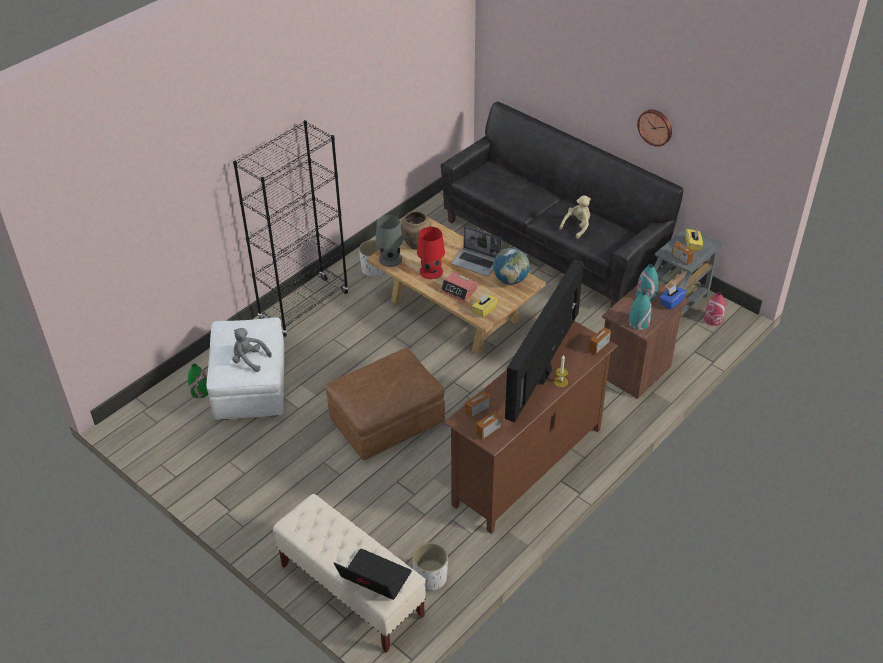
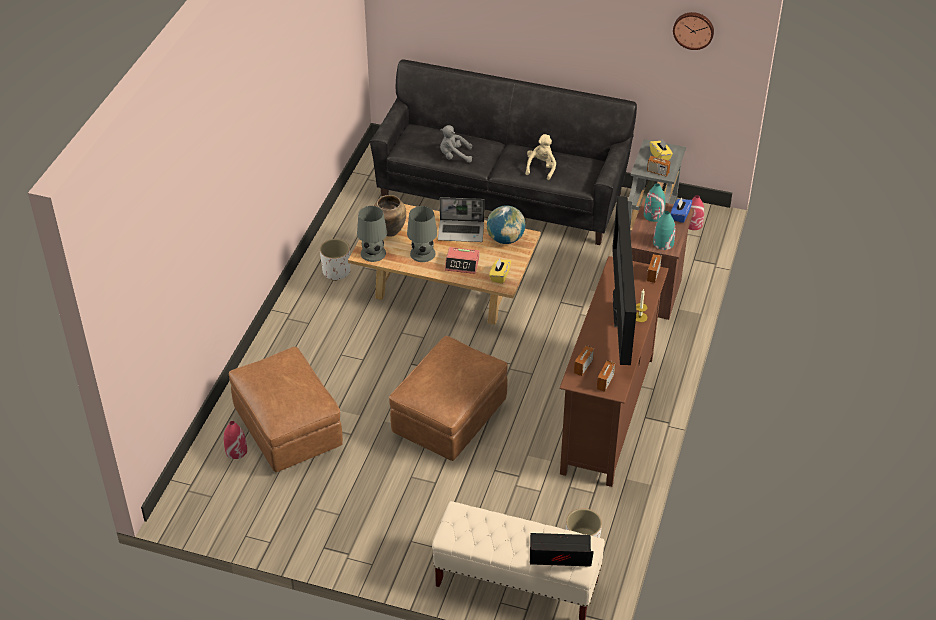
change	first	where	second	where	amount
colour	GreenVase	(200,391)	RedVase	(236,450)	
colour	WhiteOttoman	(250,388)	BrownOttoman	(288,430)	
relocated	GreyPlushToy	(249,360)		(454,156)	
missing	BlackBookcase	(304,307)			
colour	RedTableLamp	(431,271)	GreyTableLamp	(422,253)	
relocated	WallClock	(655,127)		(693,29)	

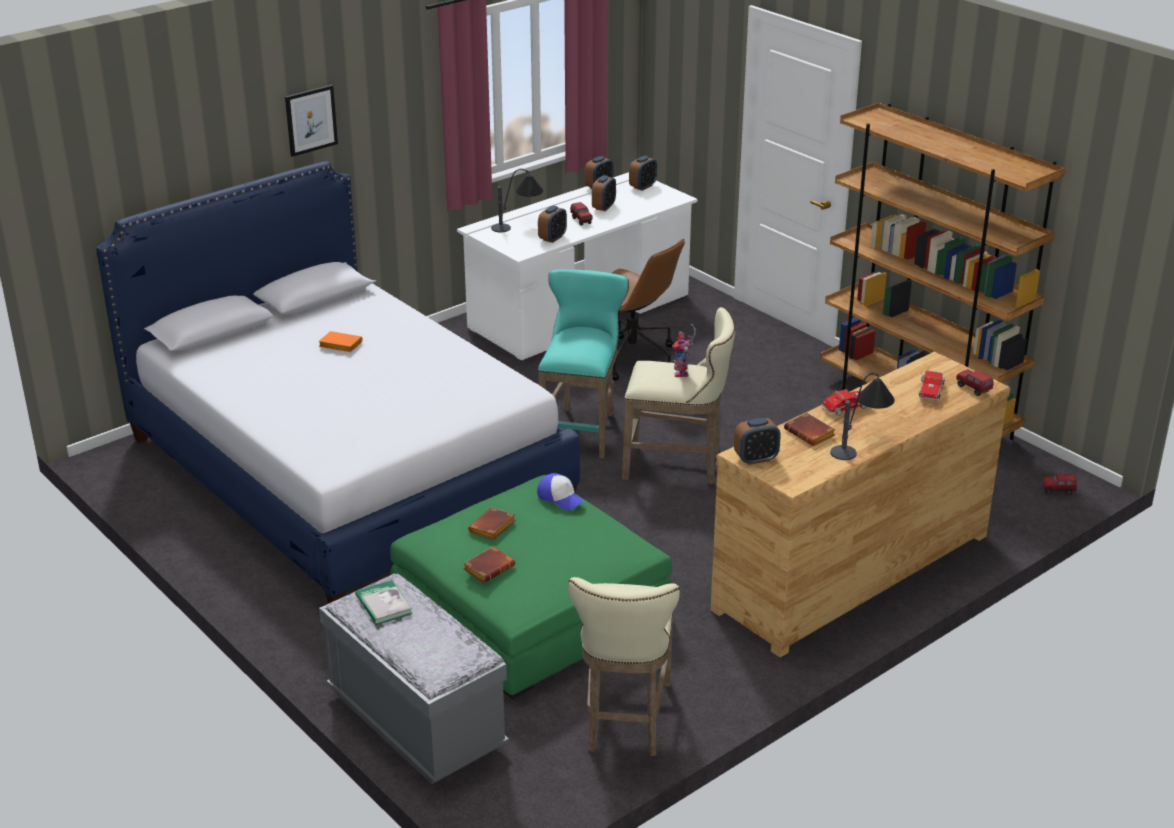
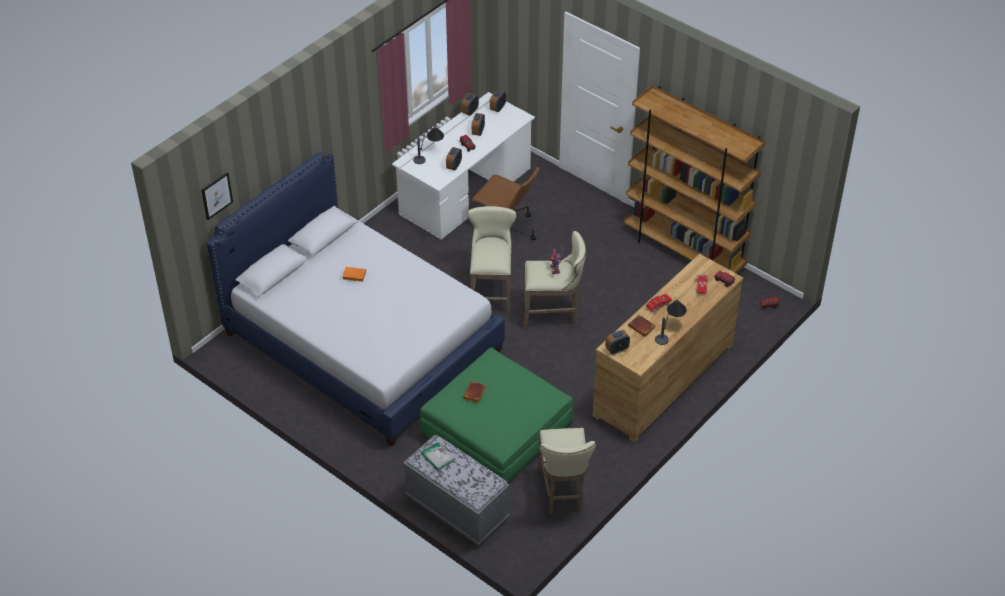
change	first	where	second	where	amount
relocated	Picture	(311,120)		(216,195)	
missing	BrownBook	(489,567)			
missing	Cap	(560,498)			
colour	TurquoiseStool	(582,429)	BeigeStool	(491,292)	

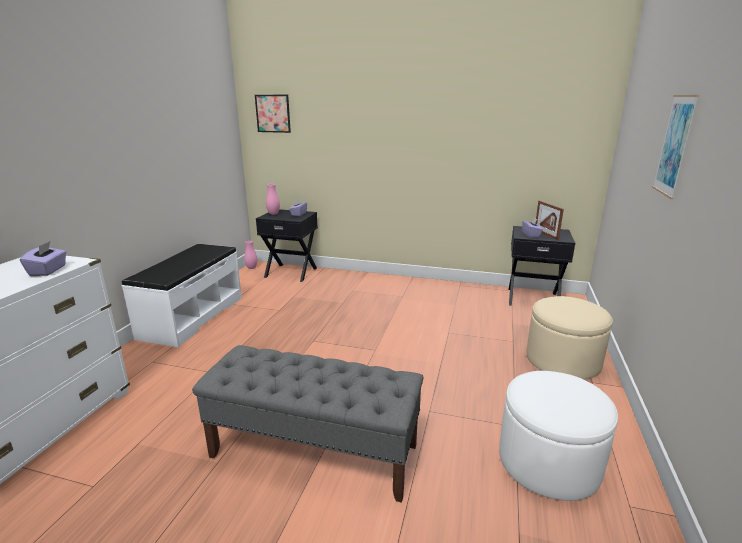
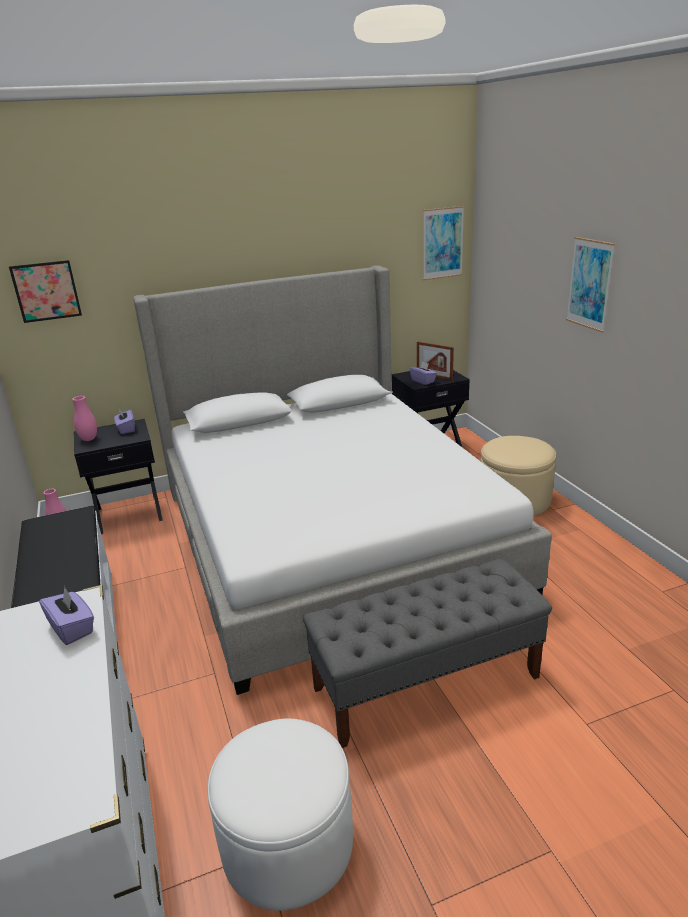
change	first	where	second	where	amount
relocated	WhiteOttoman	(548,461)		(287,842)	
appeared			Bed	(329,537)	
appeared			Picture	(442,243)	

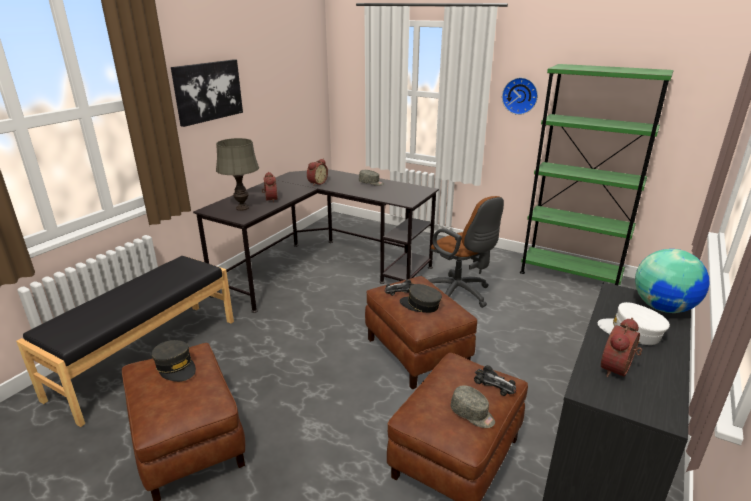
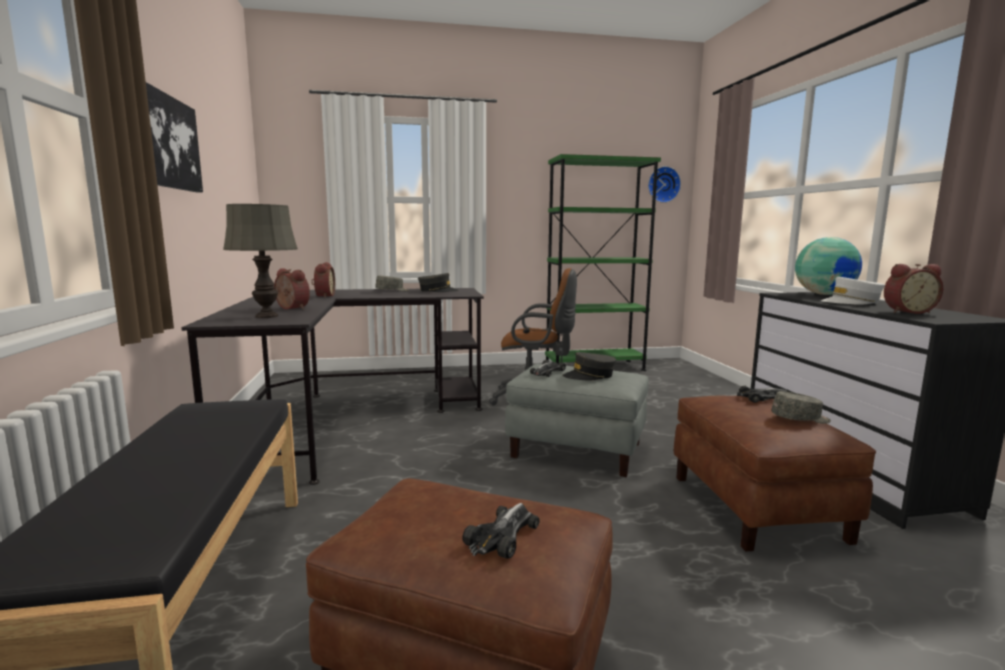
change	first	where	second	where	amount
relocated	GreyCap	(176,367)		(438,291)	
colour	BrownOttoman	(417,352)	GreyOttoman	(577,449)	
relocated	WallClock	(520,95)		(663,184)	
spun	AlarmClock	(618,370)		(907,312)	90 degrees counterclockwise
appeared			ToyCar	(503,536)	

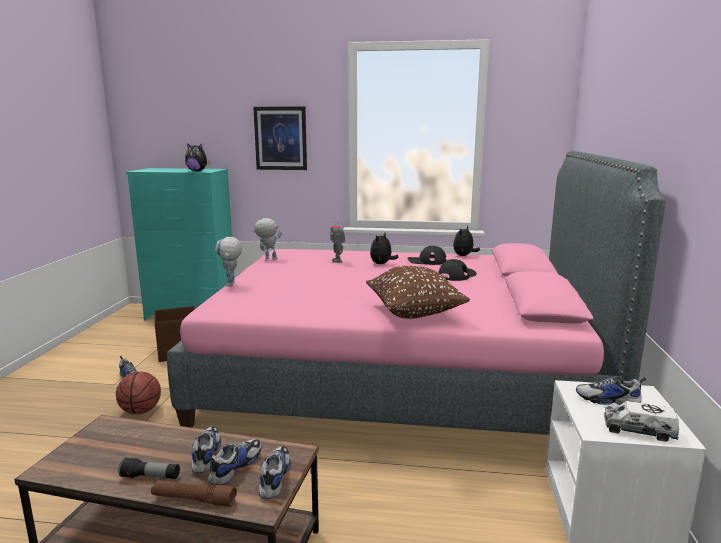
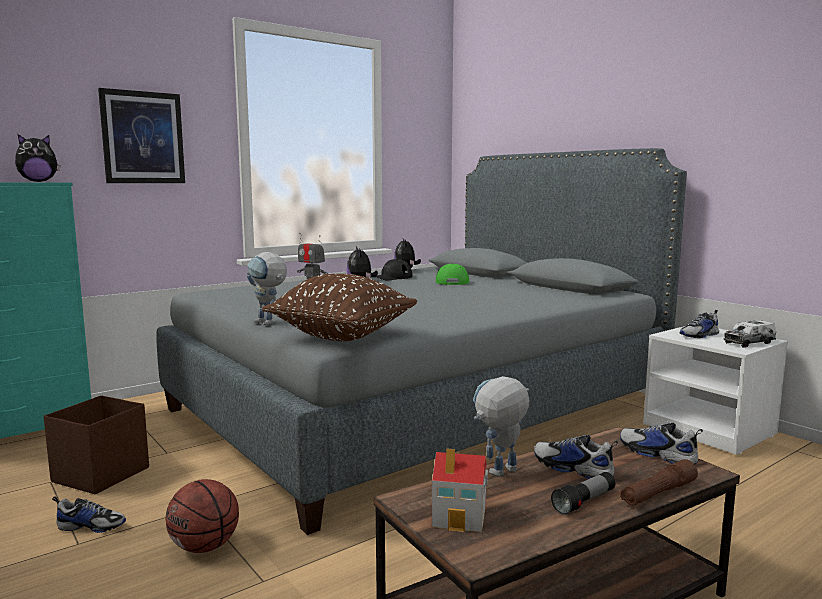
change	first	where	second	where	amount
colour	PinkBed	(400,375)	GreyBed	(419,406)	
missing	Shoe	(235,467)			
relocated	ToyRobot	(267,259)		(499,475)	
relocated	BrownPillow	(414,313)		(342,336)	
colour	BlackCap	(457,275)	GreenCap	(452,281)	
appeared			ToyHouse	(460,516)	

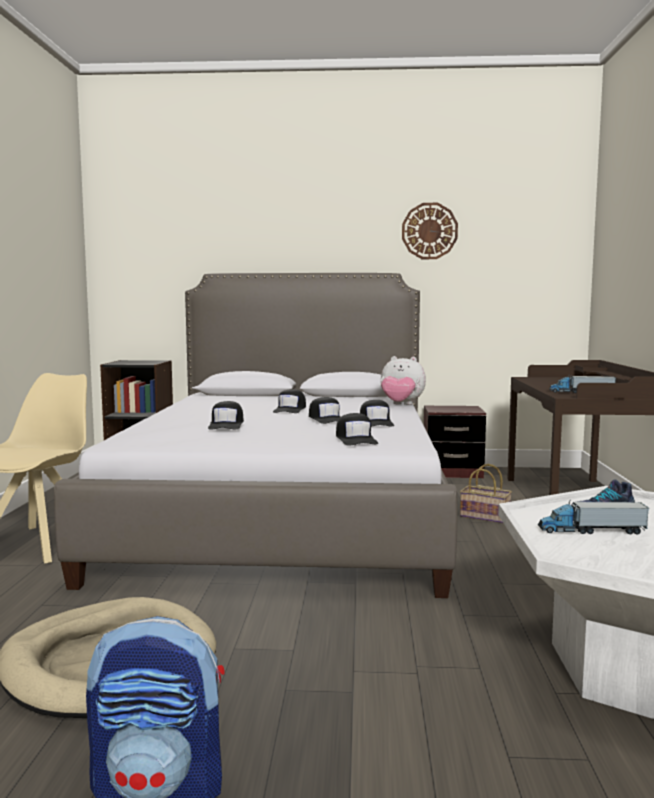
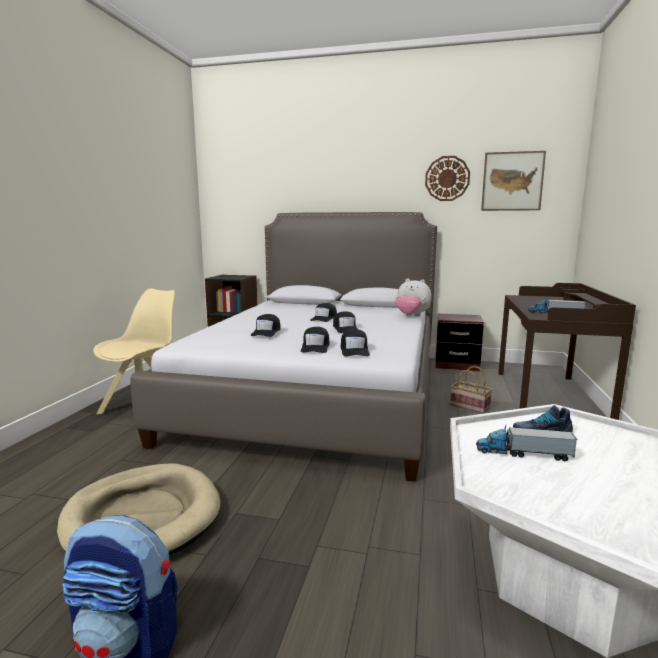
change	first	where	second	where	amount
relocated	BlackCap	(376,422)		(315,347)	
appeared			Picture	(512,181)	

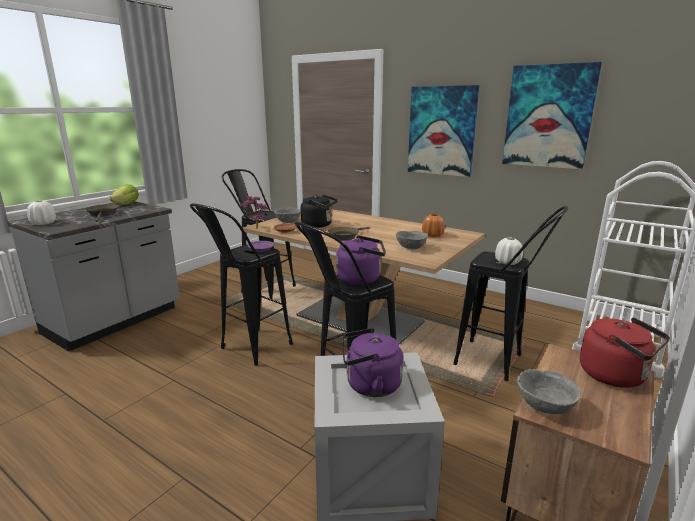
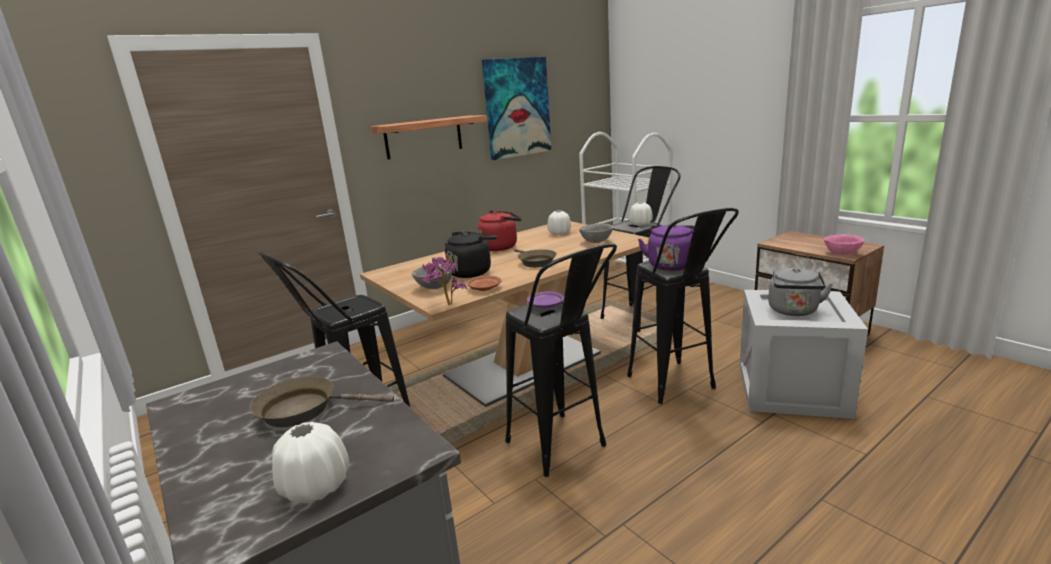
change	first	where	second	where	amount
missing	Lettuce	(127,204)			
colour	PurpleKettle	(370,385)	GreyKettle	(794,311)	
exchanged	Picture	(441,131)	Shelf	(423,137)	
colour	OrangeVase	(432,235)	WhiteVase	(559,233)	
colour	GreyBowl	(544,407)	PinkBowl	(842,254)	
relocated	RedKettle	(616,376)		(501,247)	

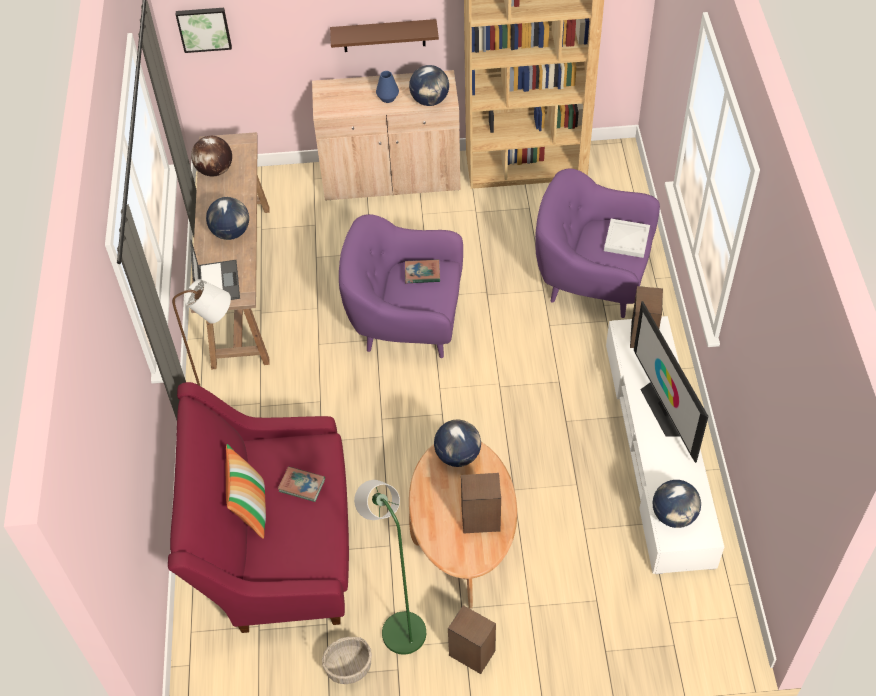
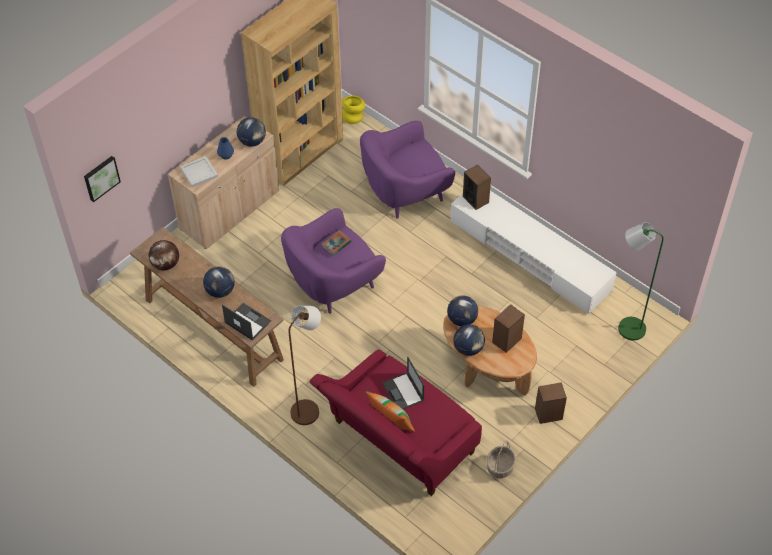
change	first	where	second	where	amount
exchanged	Book	(302,485)	Laptop	(403,392)	
missing	BrownShelf	(384,35)			
relocated	GreenFloorLamp	(399,626)		(626,328)	
relocated	WhiteTray	(627,240)		(200,173)	
missing	Television	(664,409)			
relocated	Globe	(674,516)		(468,349)	
appeared			YellowVase	(353,116)	

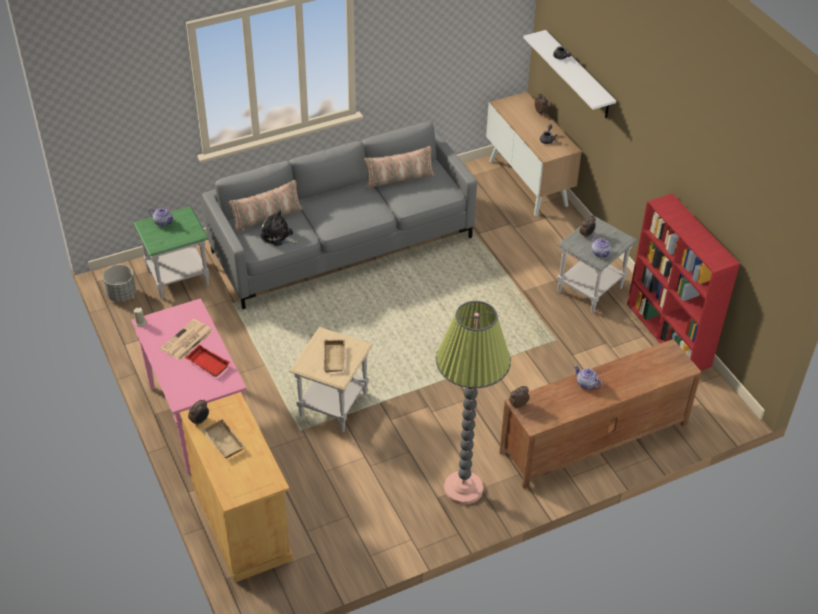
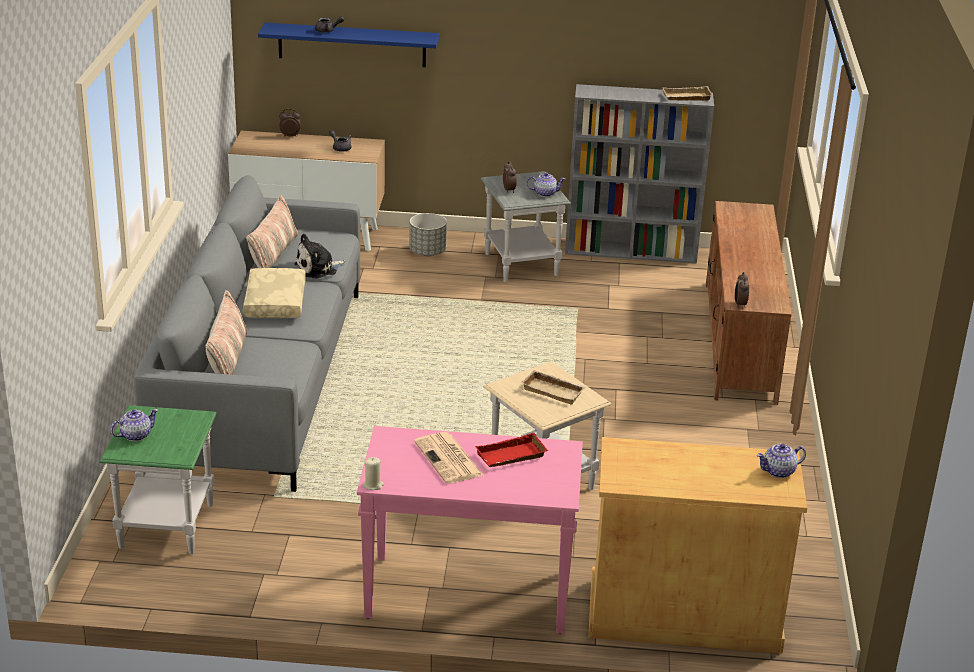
change	first	where	second	where	amount
relocated	GreyPlanter	(122,295)		(427,252)	
missing	AlarmClock	(200,421)			
relocated	BeigeTray	(222,441)		(686,98)	
relocated	PlushToy	(278,236)		(318,268)	
missing	FloorLamp	(463,488)			
colour	WhiteShelf	(578,75)	BlueShelf	(352,45)	
relocated	Teapot	(586,384)		(779,471)	
colour	RedBookcase	(669,335)	GreyBookcase	(632,251)	
appeared			BeigePillow	(273,302)	

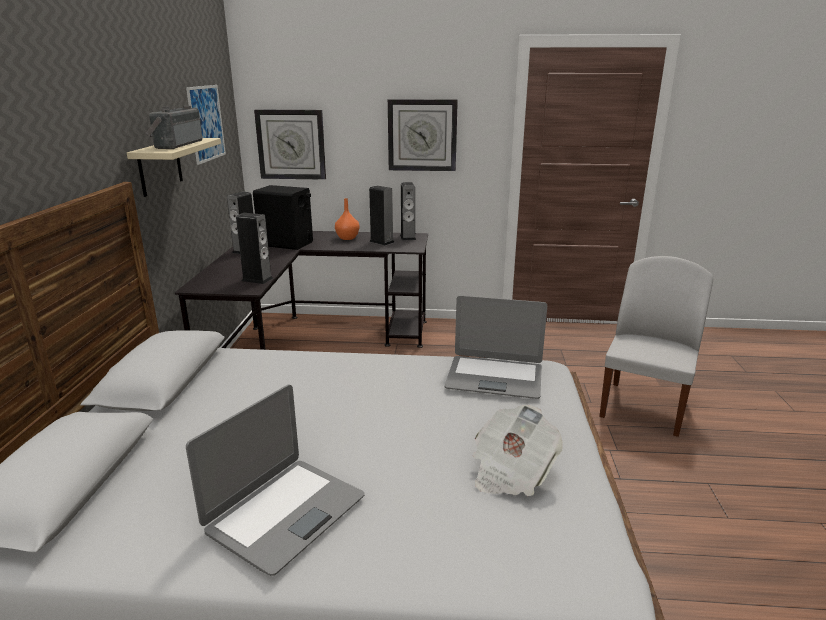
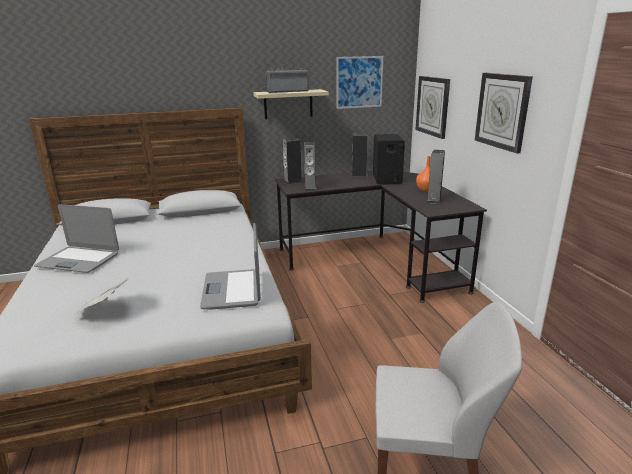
change	first	where	second	where	amount
relocated	Speaker	(408,237)		(293,182)	

